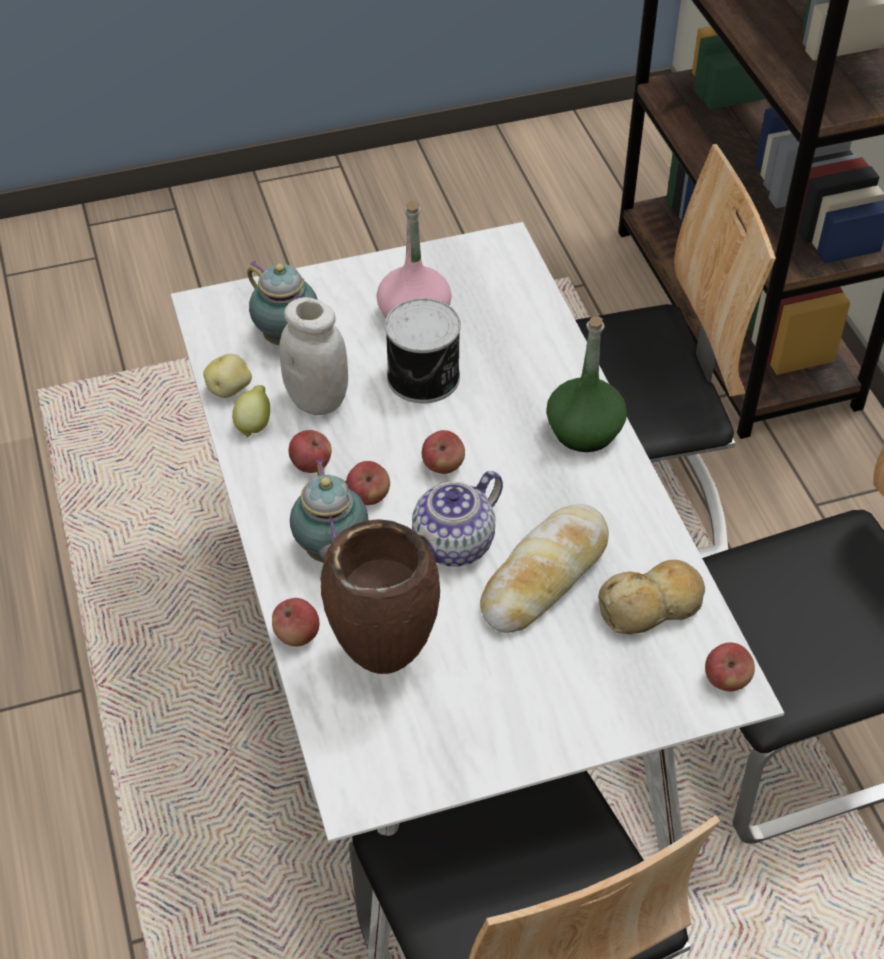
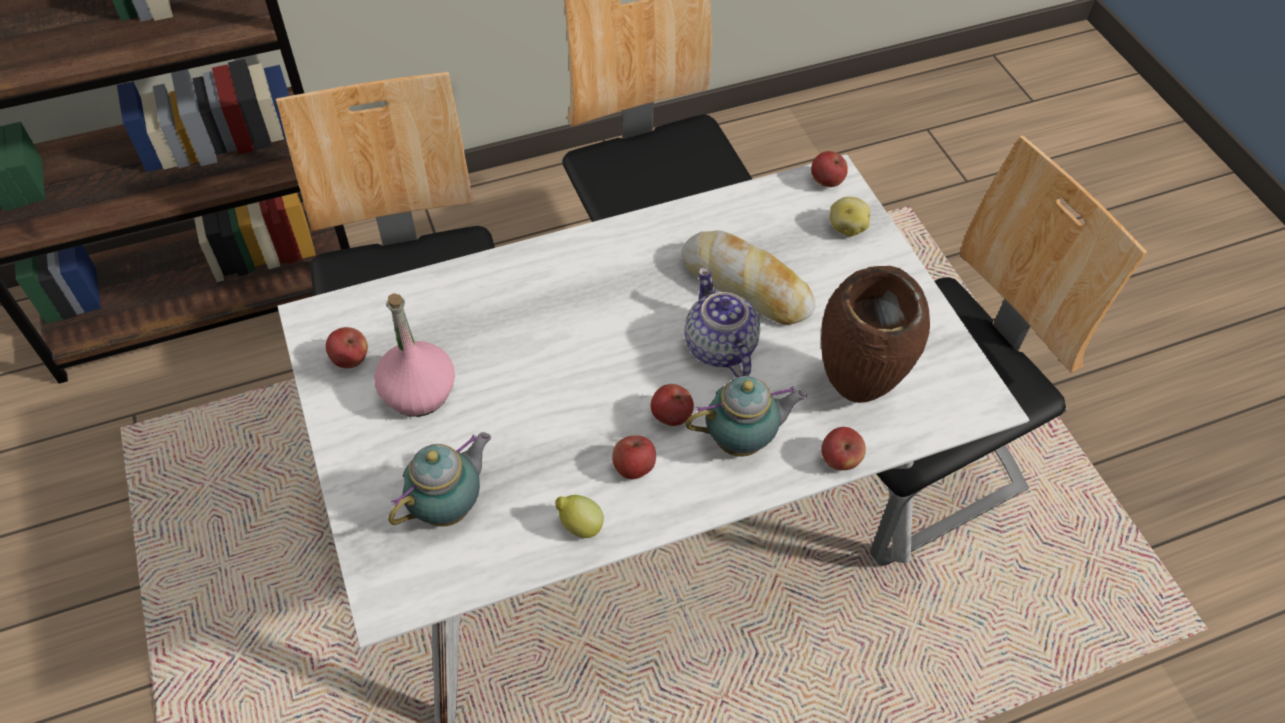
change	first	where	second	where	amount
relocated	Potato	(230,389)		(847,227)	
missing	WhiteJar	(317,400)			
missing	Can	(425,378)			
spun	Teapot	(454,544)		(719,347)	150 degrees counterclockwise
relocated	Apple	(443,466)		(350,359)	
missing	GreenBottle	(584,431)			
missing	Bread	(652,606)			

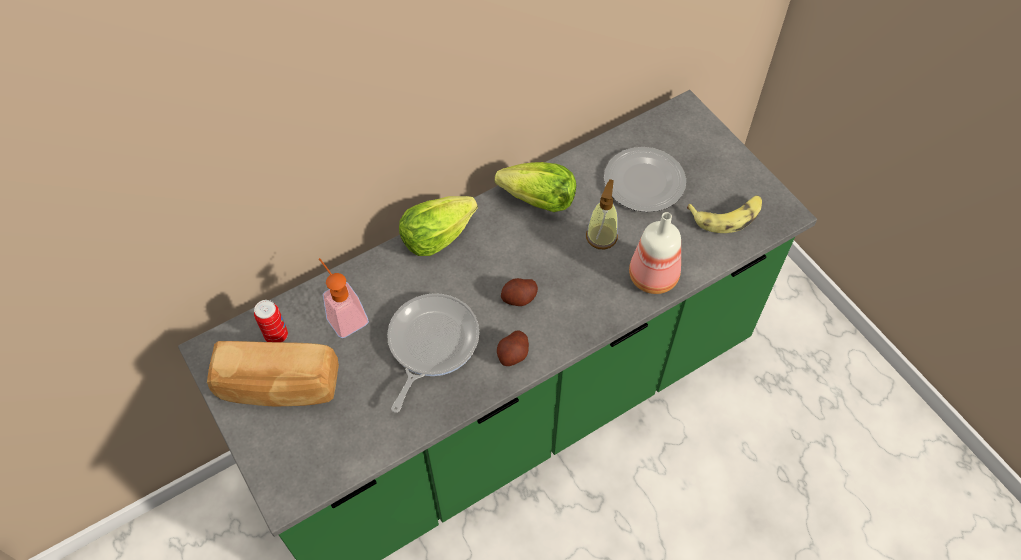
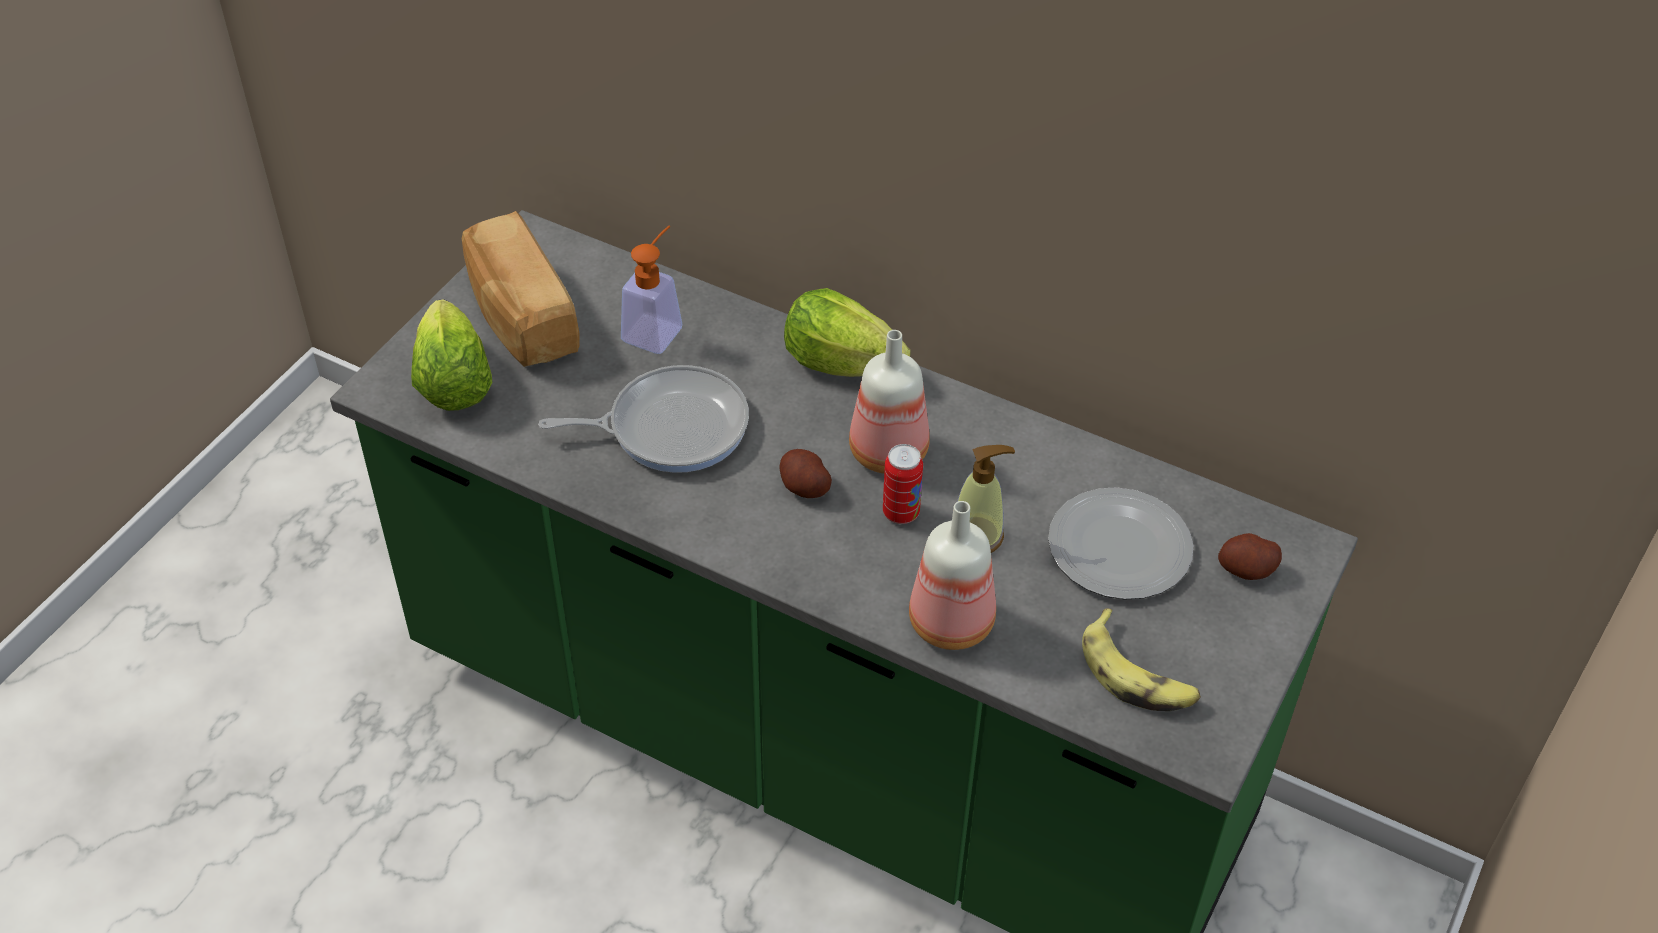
change	first	where	second	where	amount
relocated	Can	(276,336)		(901,513)	
relocated	Lettuce	(539,201)		(453,383)	
relocated	Potato	(513,354)		(1246,569)	
appeared			Bottle	(886,450)	

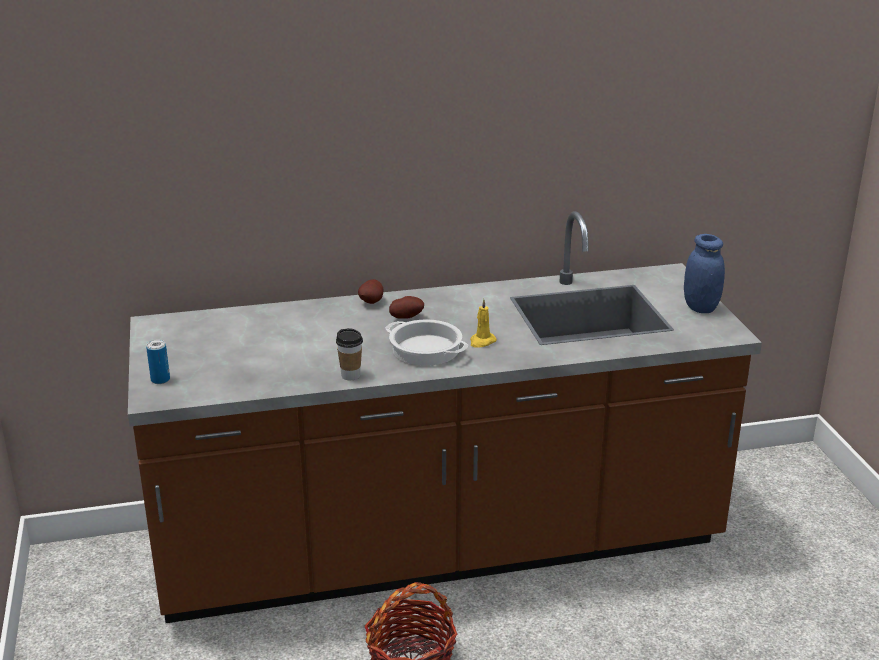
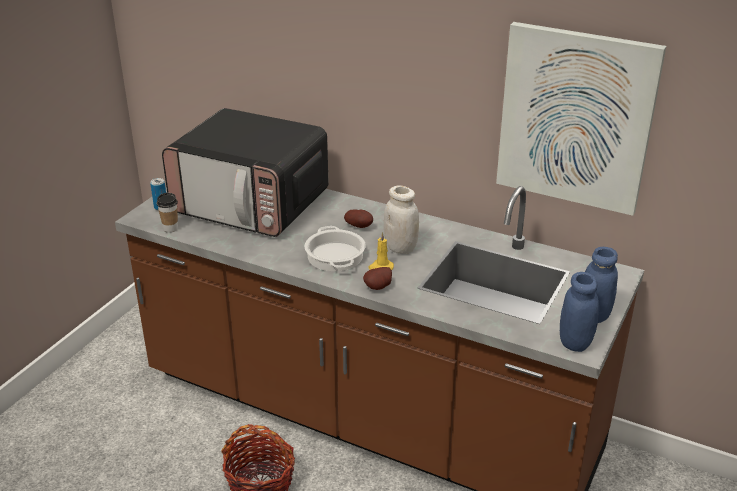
change	first	where	second	where	amount
relocated	Cup	(350,375)		(170,228)	
relocated	Potato	(372,302)		(379,288)	
appeared			Microwave	(252,204)	
appeared			WhiteJar	(400,248)	
appeared			Picture	(575,118)	
appeared			BlueJar	(575,343)	

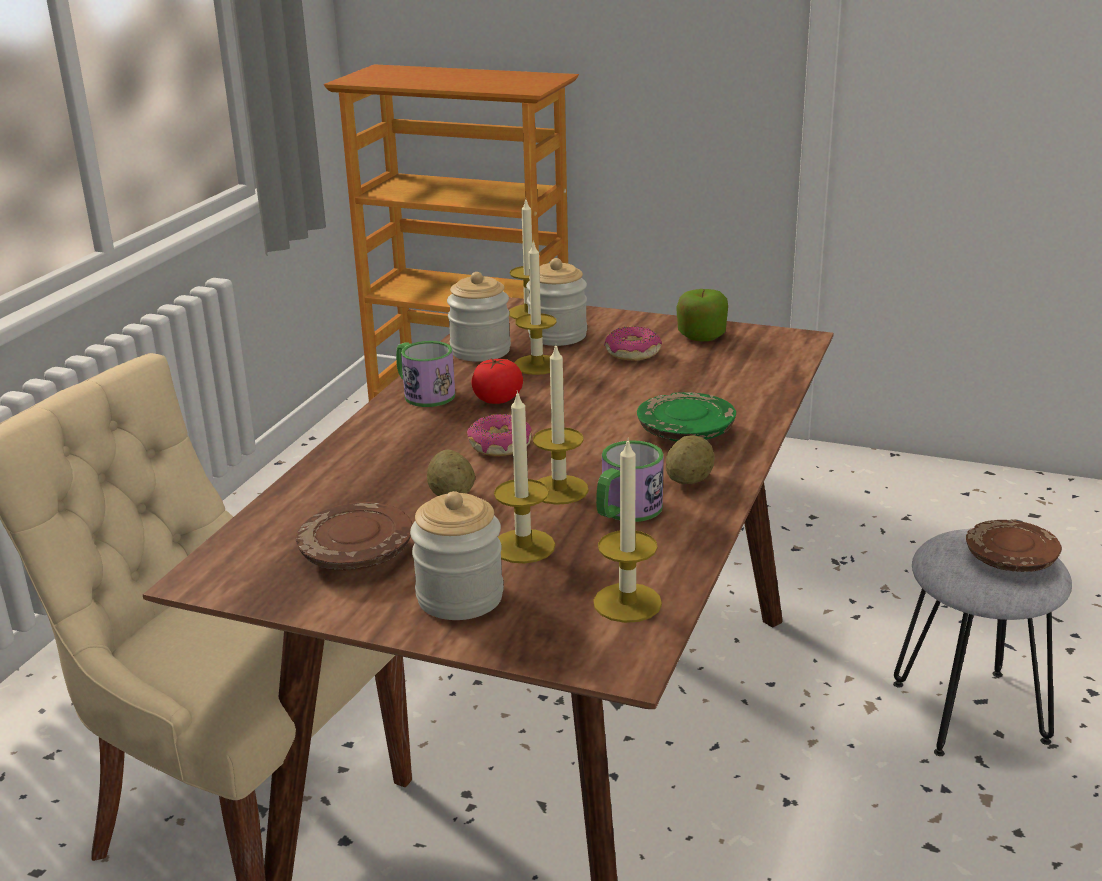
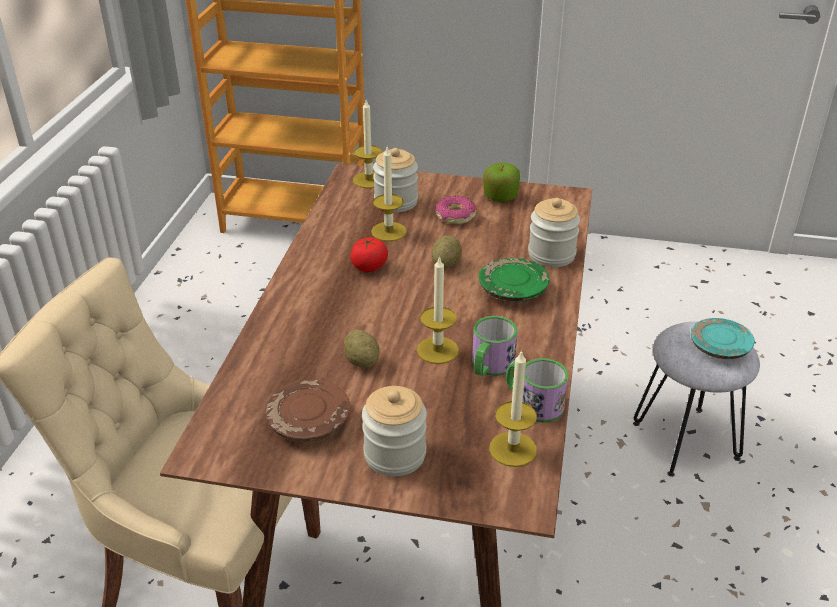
change	first	where	second	where	amount
relocated	Mug	(423,393)		(533,403)	
relocated	Jar	(480,351)		(551,255)	
missing	Donut	(500,446)			
missing	Candle	(523,546)			
relocated	Potato	(689,480)		(446,264)	
colour	BrownPlate	(1010,560)	TurquoisePlate	(719,348)	

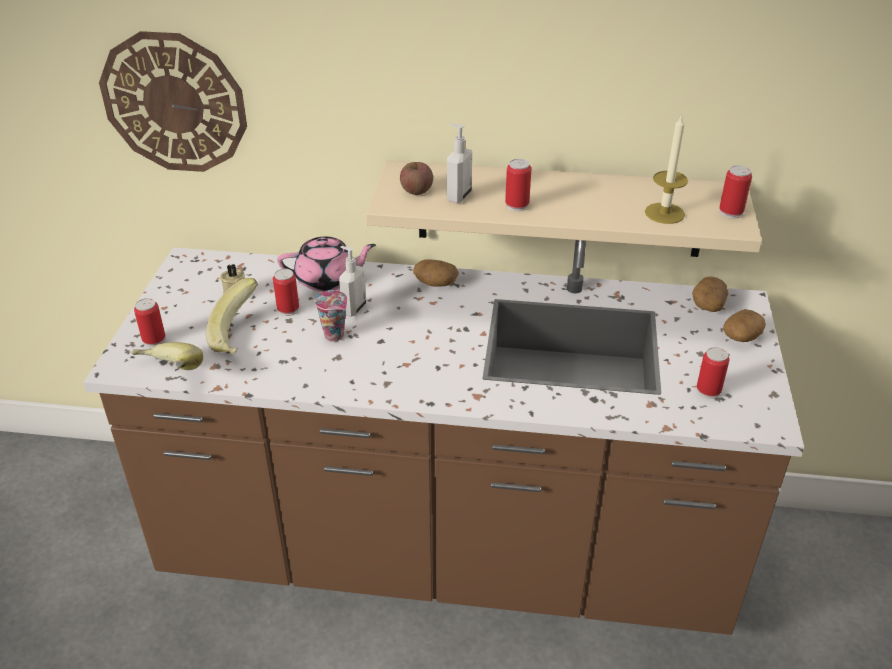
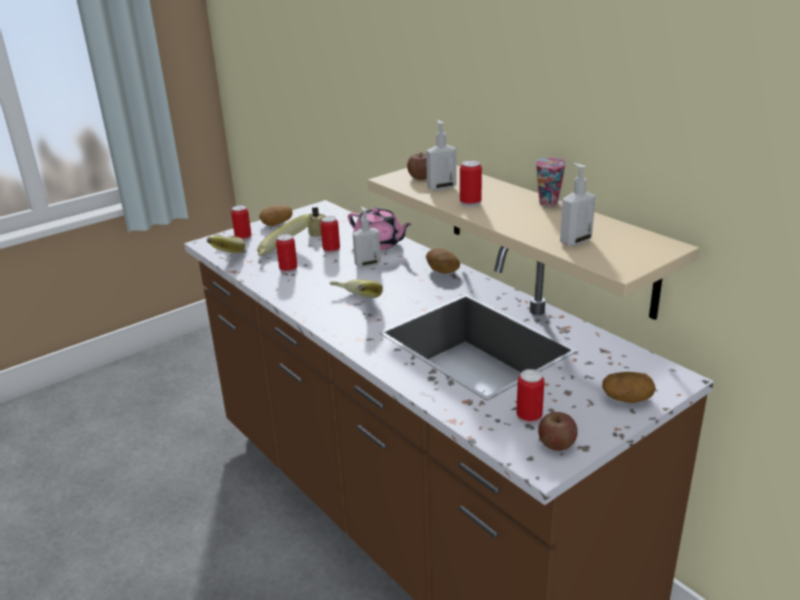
change	first	where	second	where	amount
missing	WallClock	(174,103)			
relocated	Cup	(335,336)		(549,203)	
exchanged	Candle	(664,213)	SoapDispenser	(574,241)	
relocated	Potato	(708,304)		(277,223)	
relocated	Can	(731,212)		(288,269)	
appeared			Banana	(353,303)	
appeared			Apple	(556,444)	

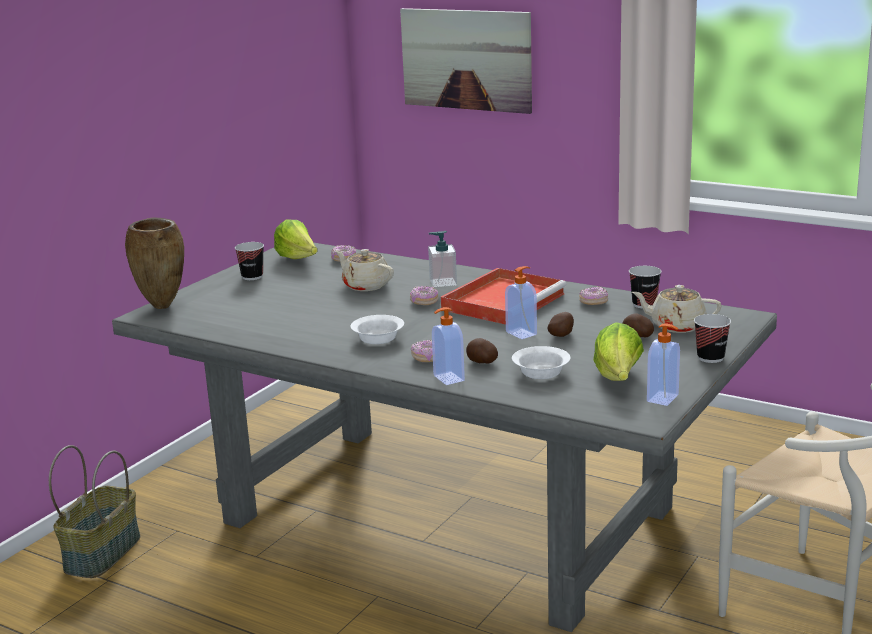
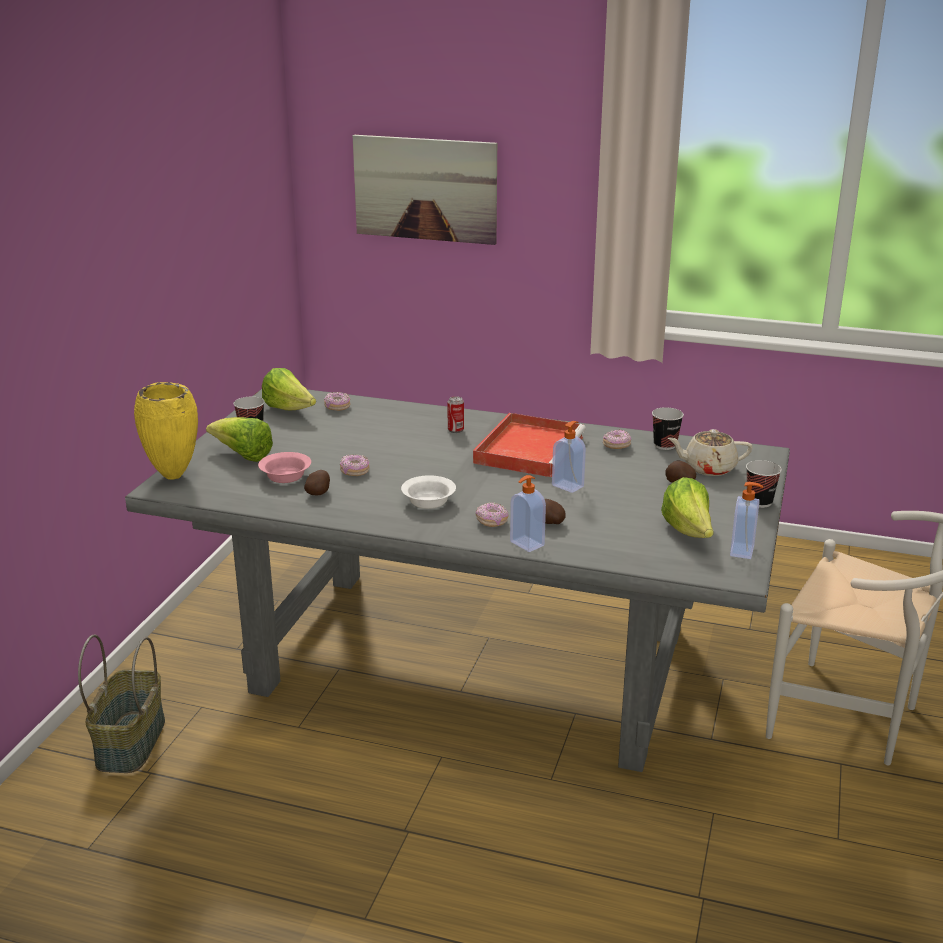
change	first	where	second	where	amount
colour	BrownVase	(163,306)	YellowVase	(175,476)	
missing	BeigeTeapot	(366,285)			
relocated	Donut	(424,302)		(354,471)	
exchanged	SoapDispenser	(443,282)	Can	(455,430)	
missing	WhiteBowl	(540,373)			
relocated	Potato	(562,335)		(319,493)	
appeared			Lettuce	(243,456)	
appeared			PinkBowl	(287,477)	

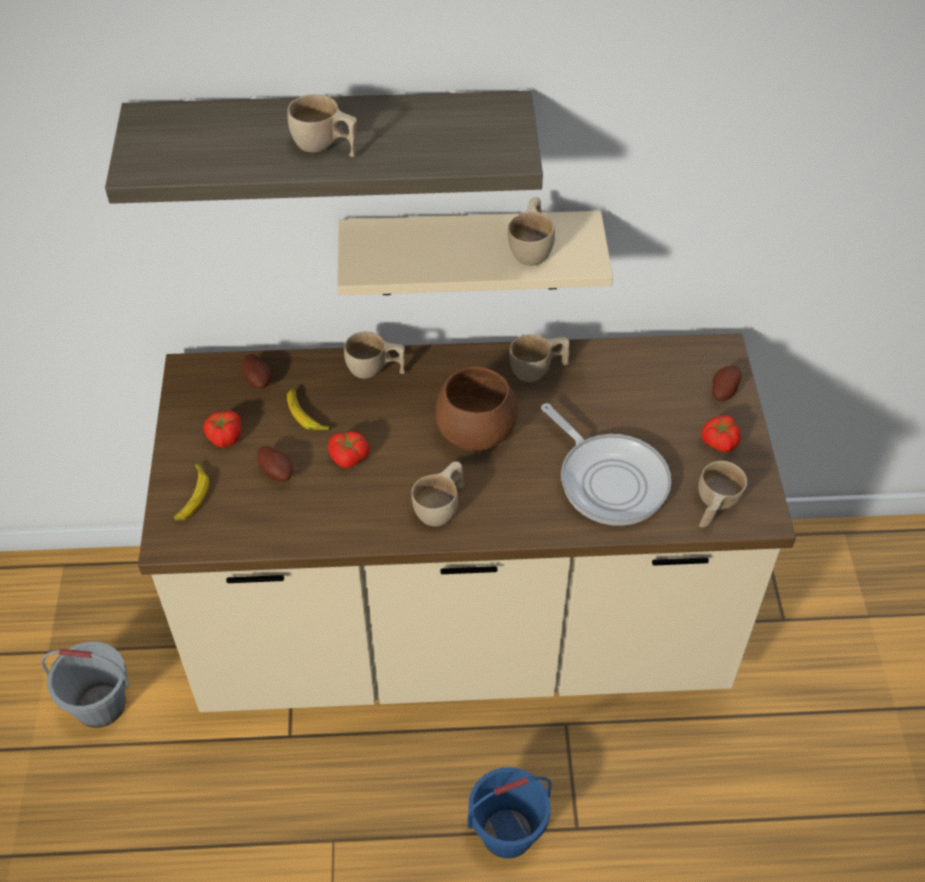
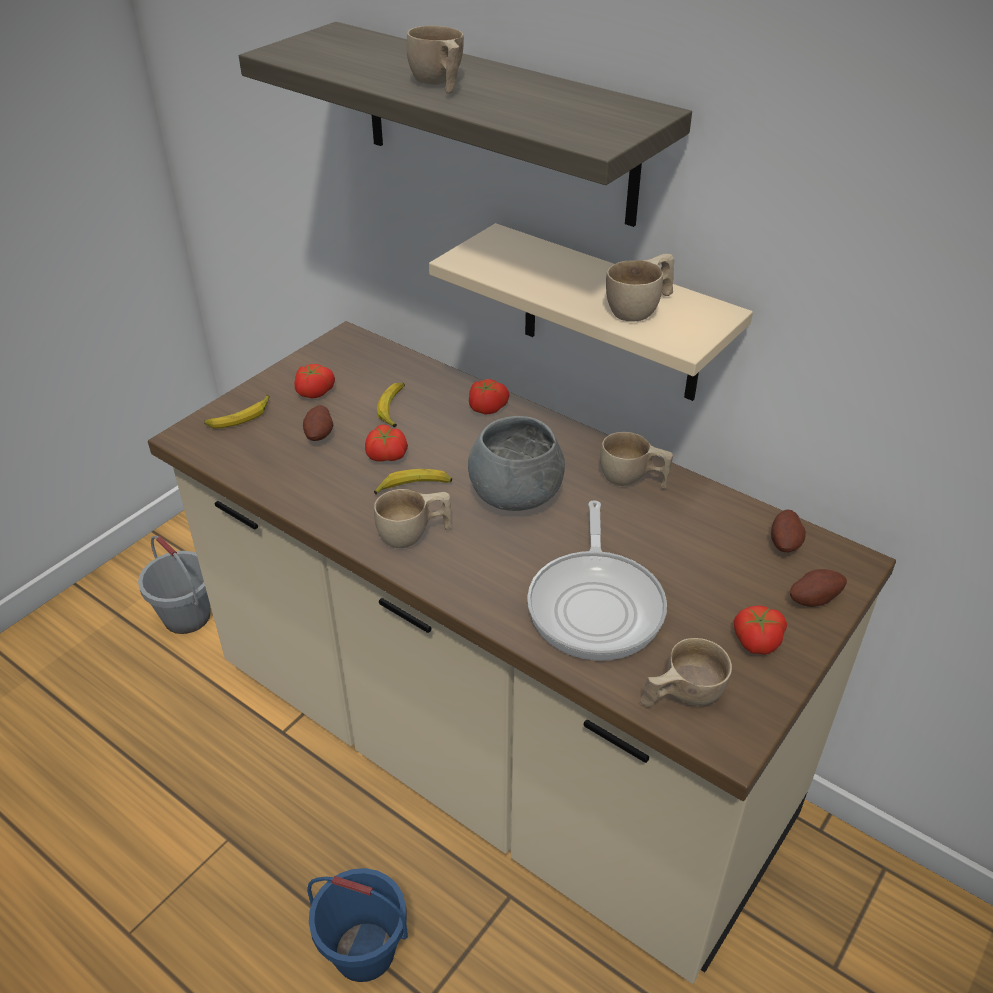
change	first	where	second	where	amount
relocated	Potato	(258,380)		(785,543)	
exchanged	BeigeCup	(375,370)	Tomato	(486,407)	
colour	BrownBowl	(477,431)	GreyBowl	(517,496)	
appeared			Banana	(413,487)	

